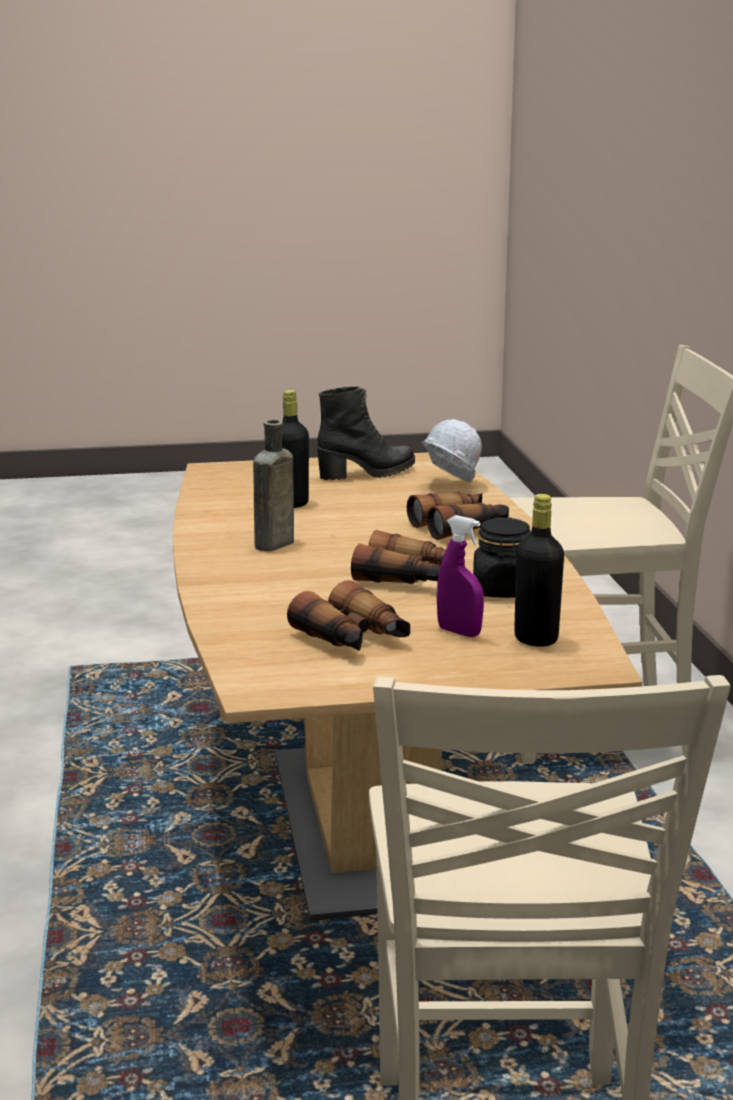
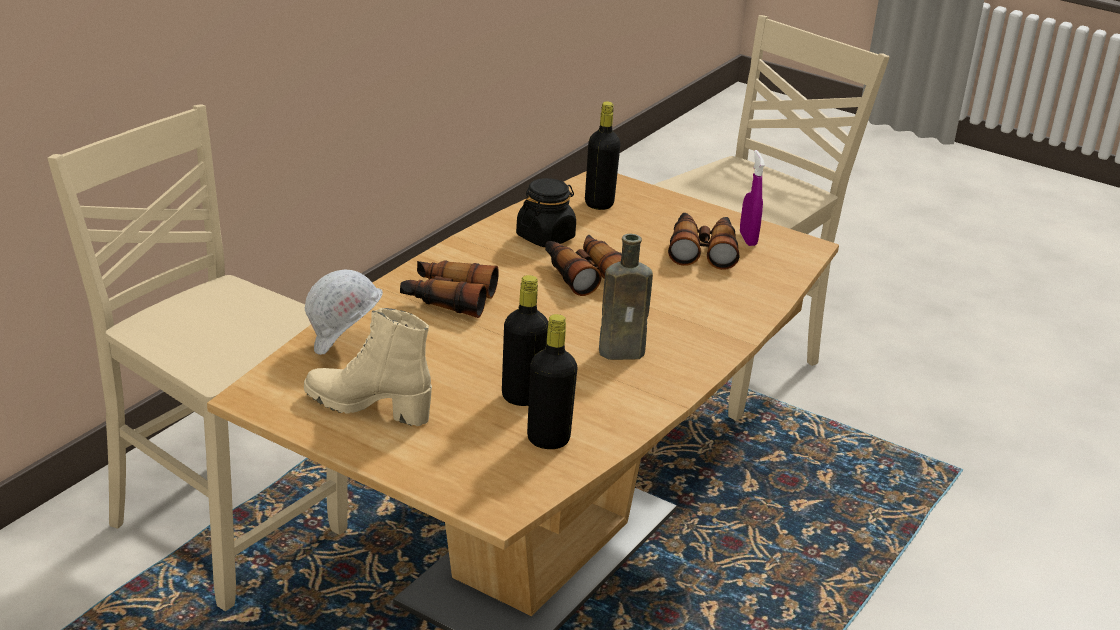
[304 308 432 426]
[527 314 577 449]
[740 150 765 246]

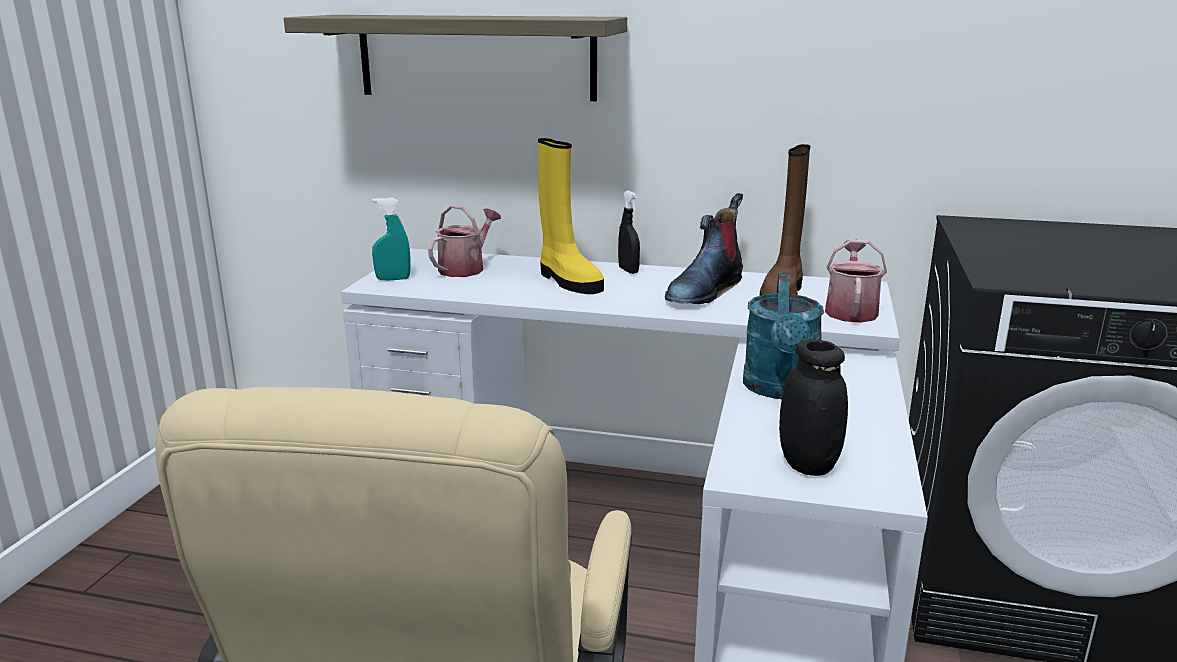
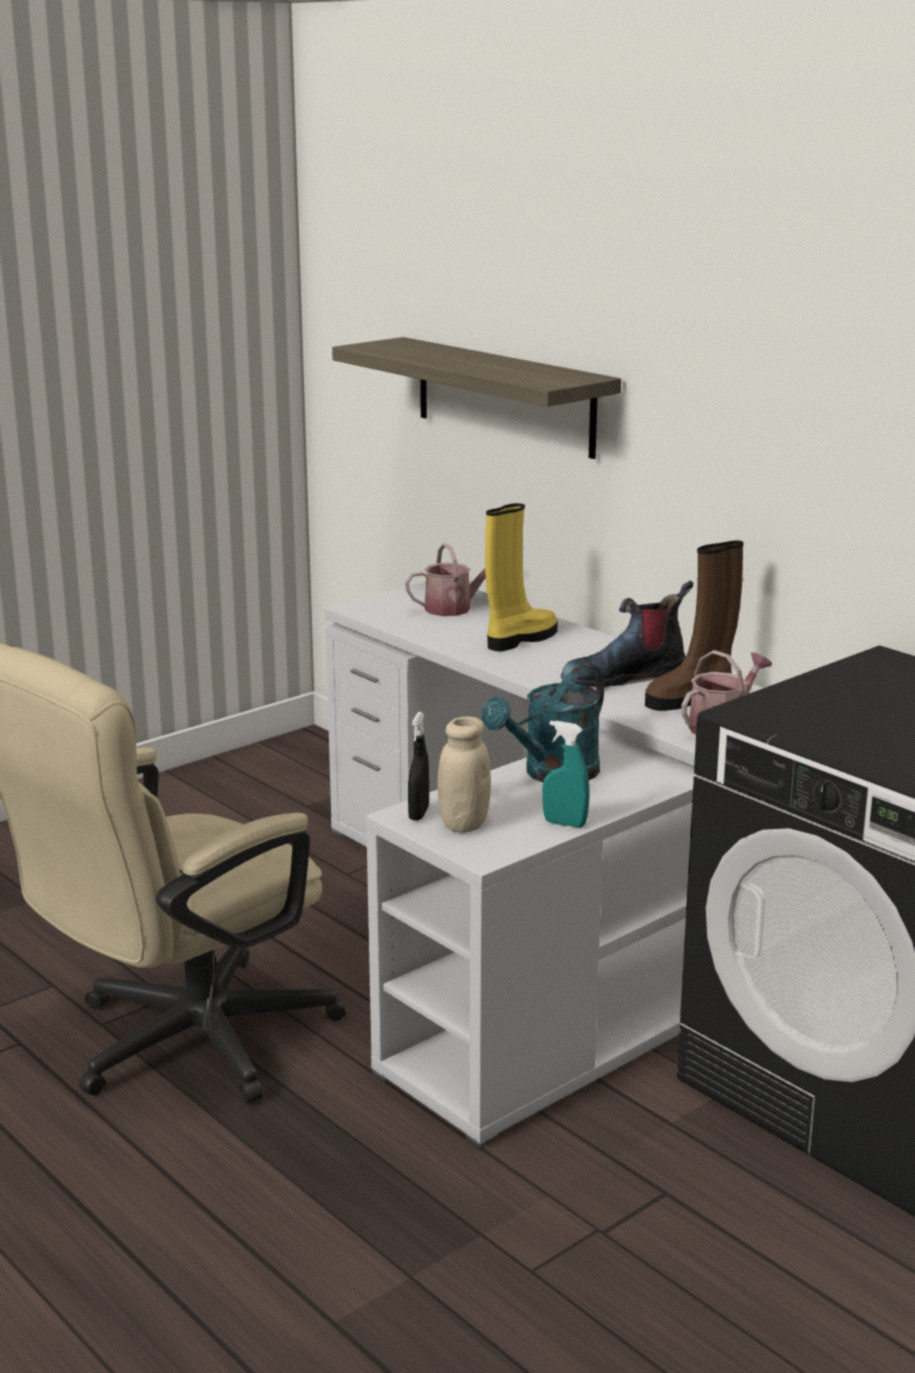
[408 712 429 820]
[437 716 491 833]
[485 503 558 651]
[543 721 590 828]

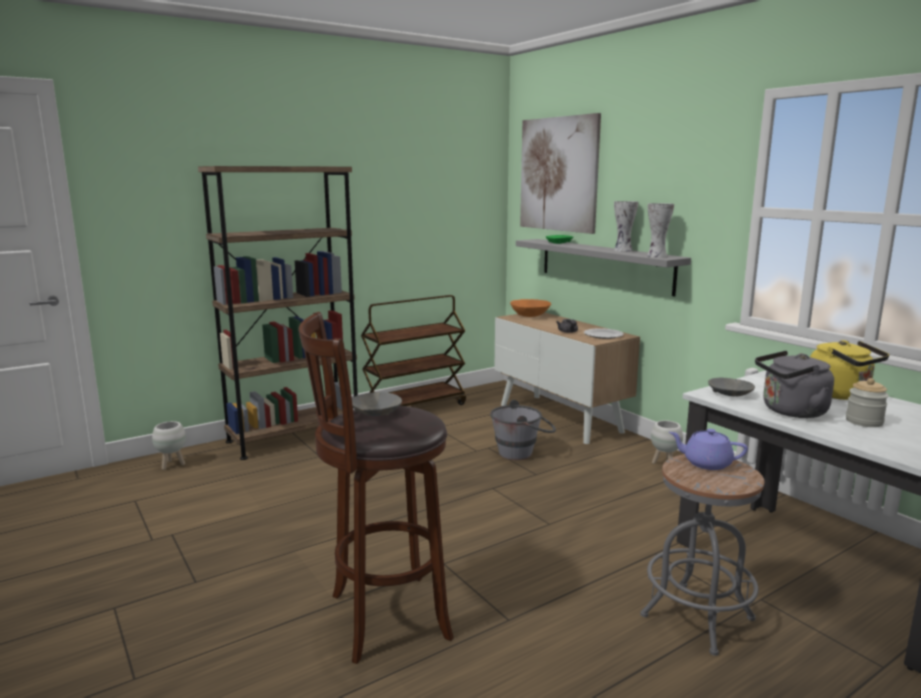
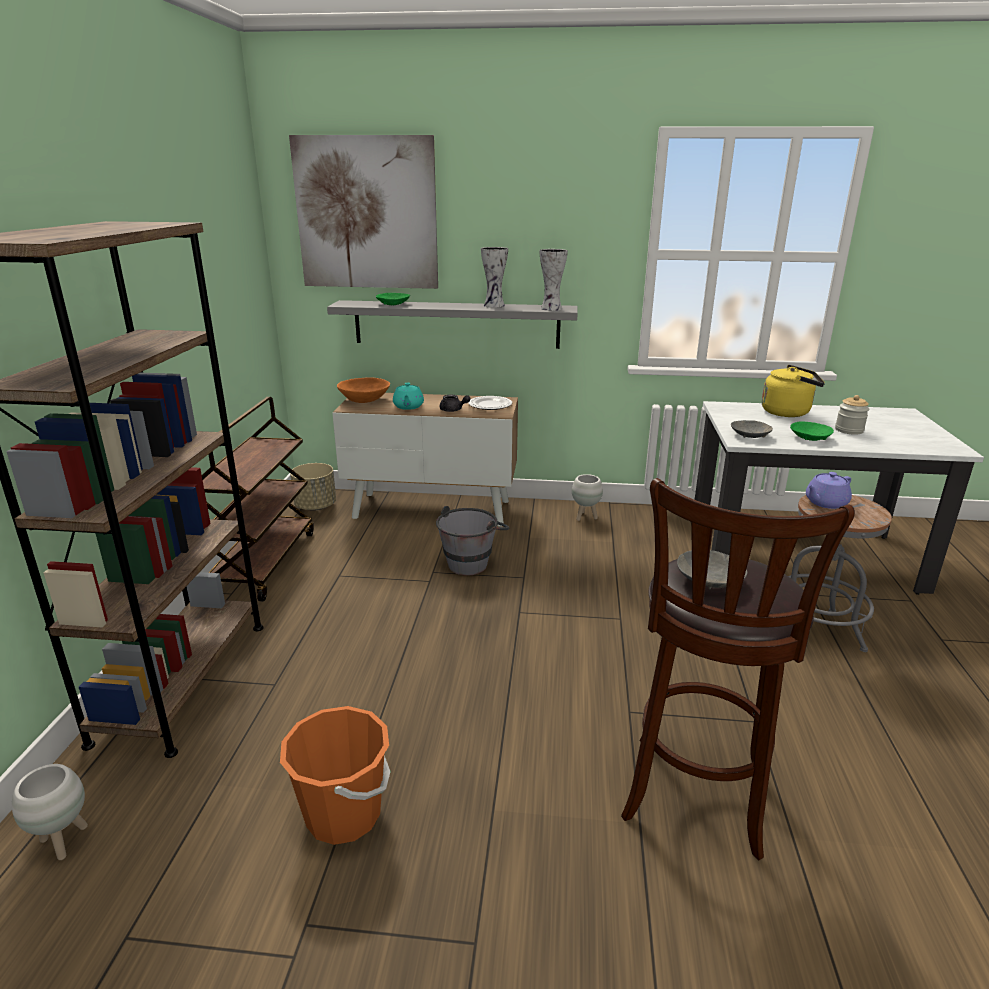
[280 706 391 845]
[290 463 336 511]
[393 383 424 410]
[790 422 834 441]

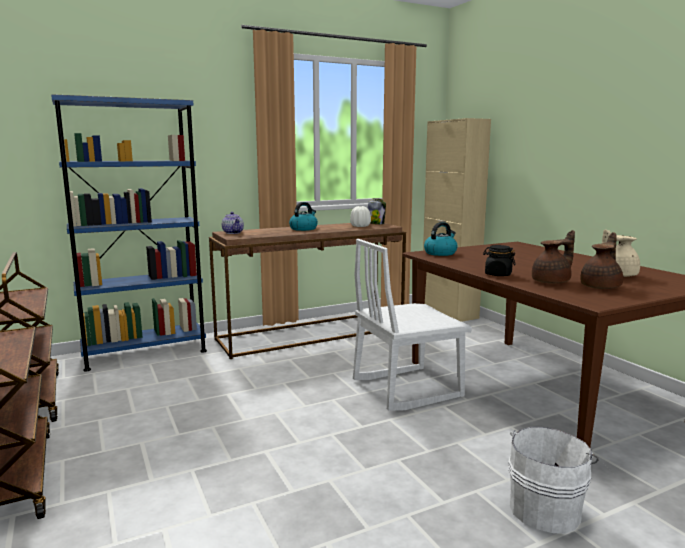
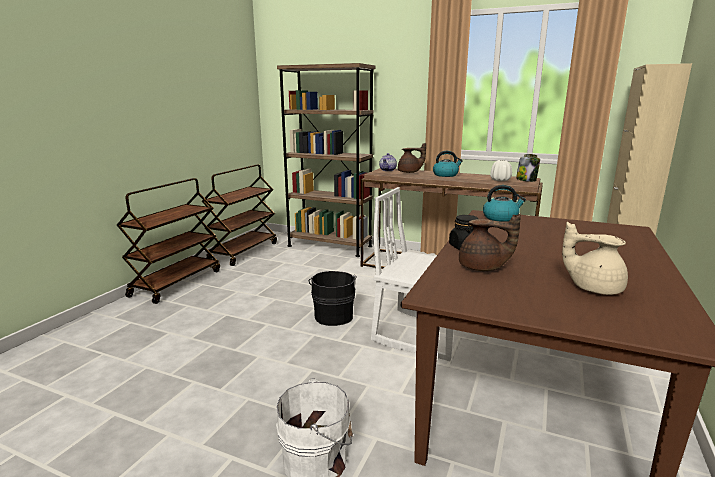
[277 63 375 257]
[309 271 357 326]
[398 143 426 173]

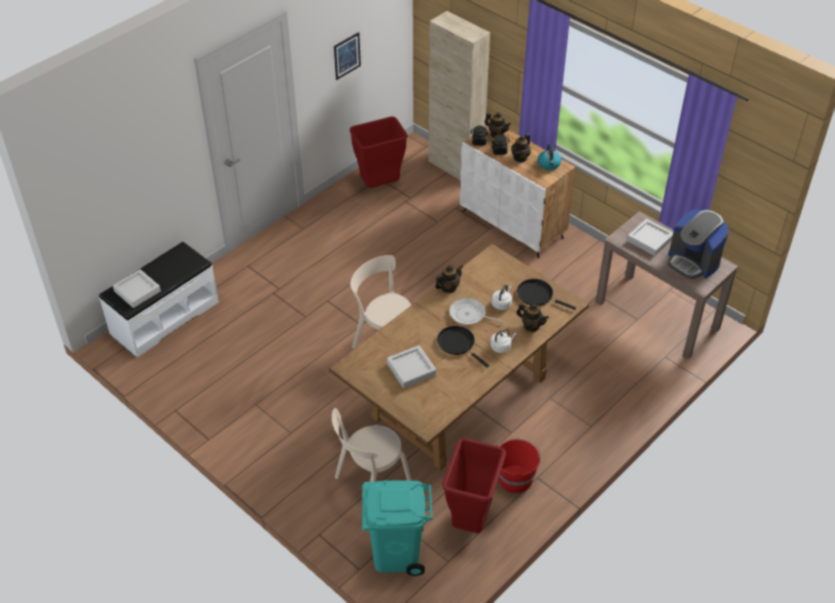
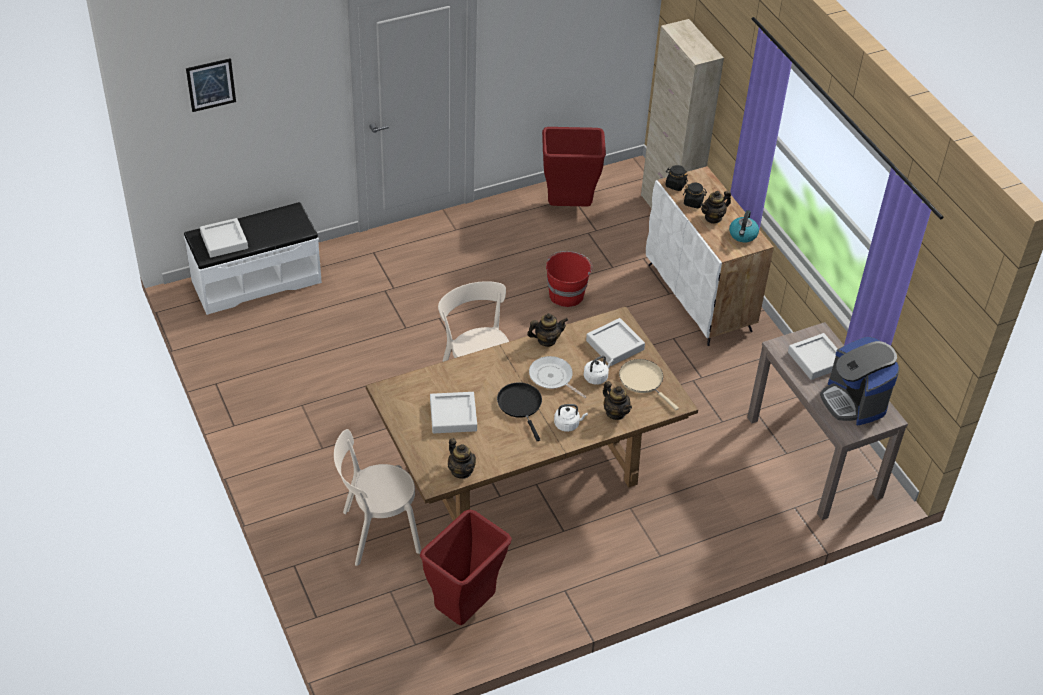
[186 58 236 112]
[448 438 476 479]
[546 251 593 307]
[586 318 645 366]
[619 359 679 410]
[362 480 433 576] (first image)

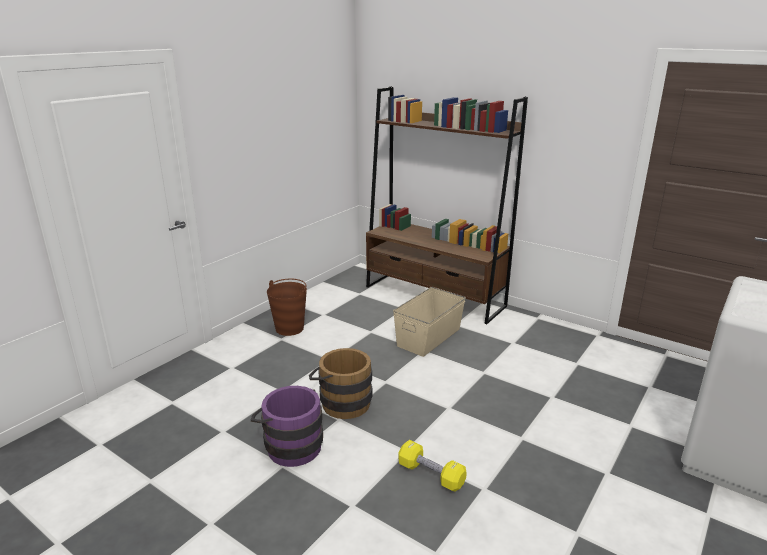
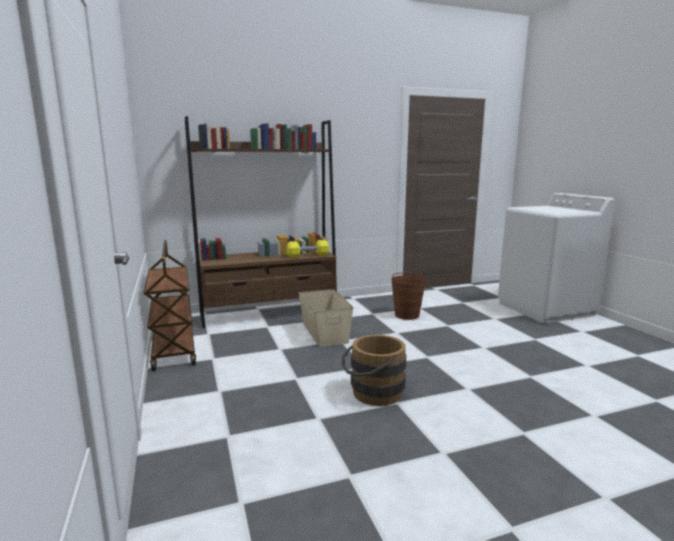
[143 240 196 371]
[287 240 329 258]
[391 272 426 320]
[250 386 323 467] (first image)

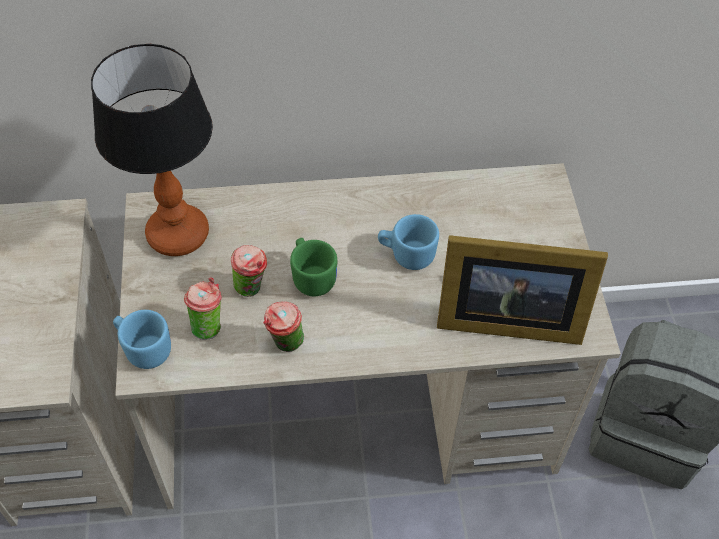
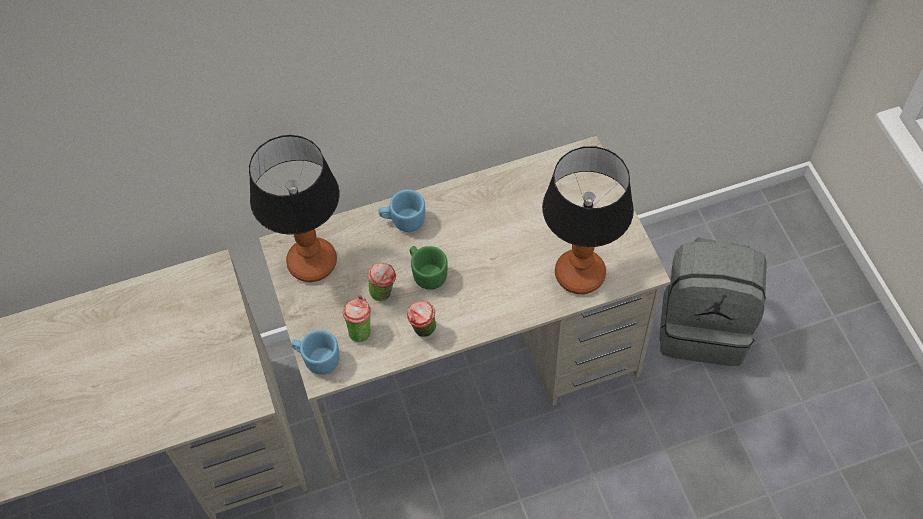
[379 190 425 232]
[542 146 634 294]

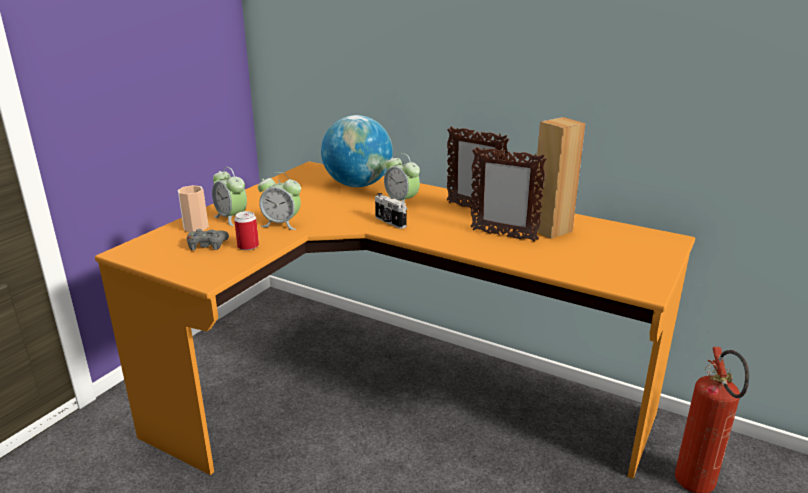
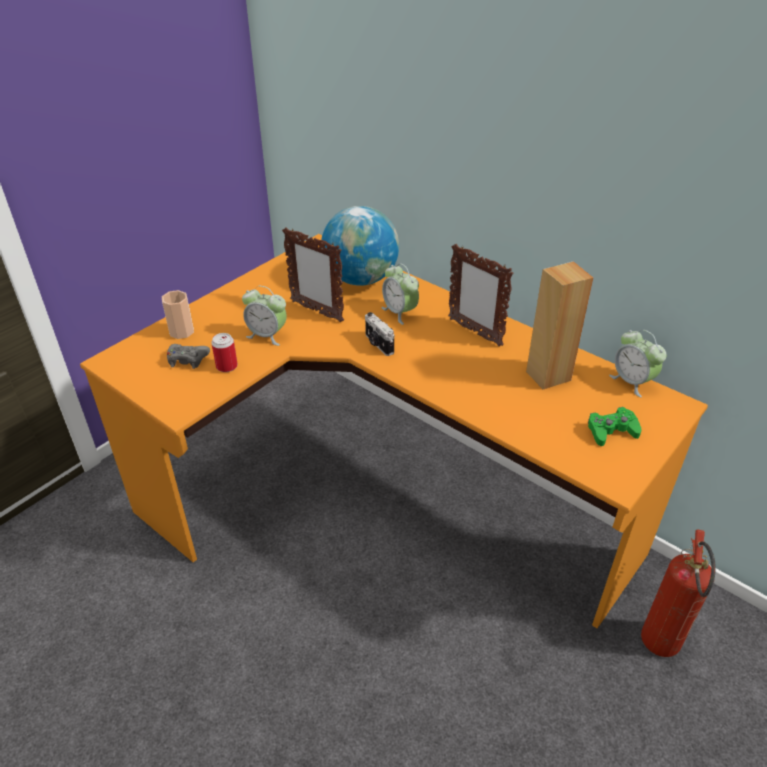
[282 227 344 322]
[588 407 641 446]
[609 330 667 397]

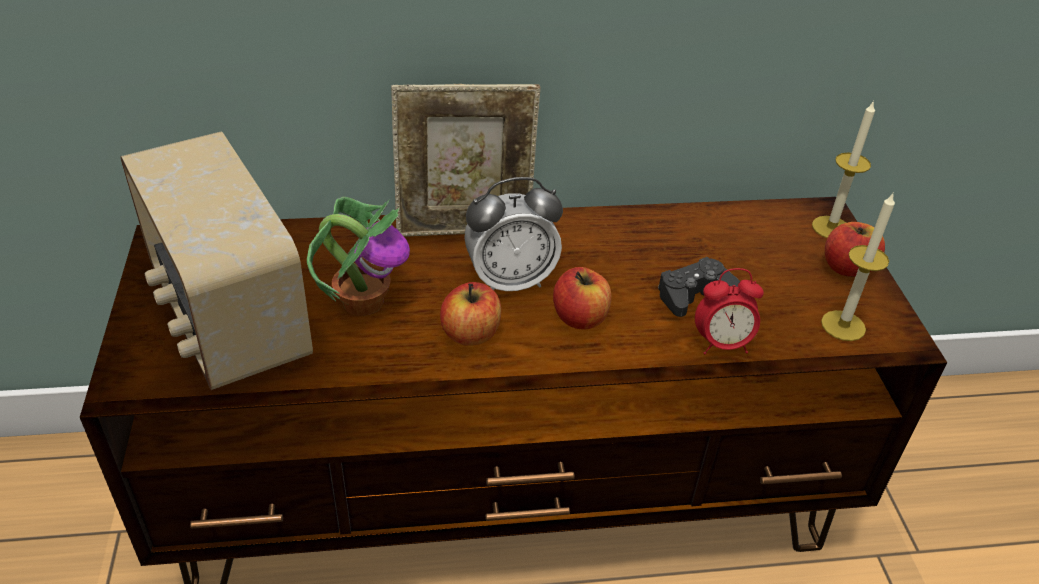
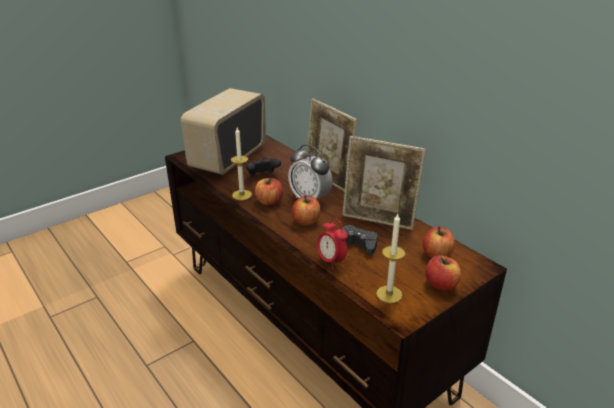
[231 127 252 200]
[246 158 281 176]
[343 136 426 230]
[423 227 454 258]

